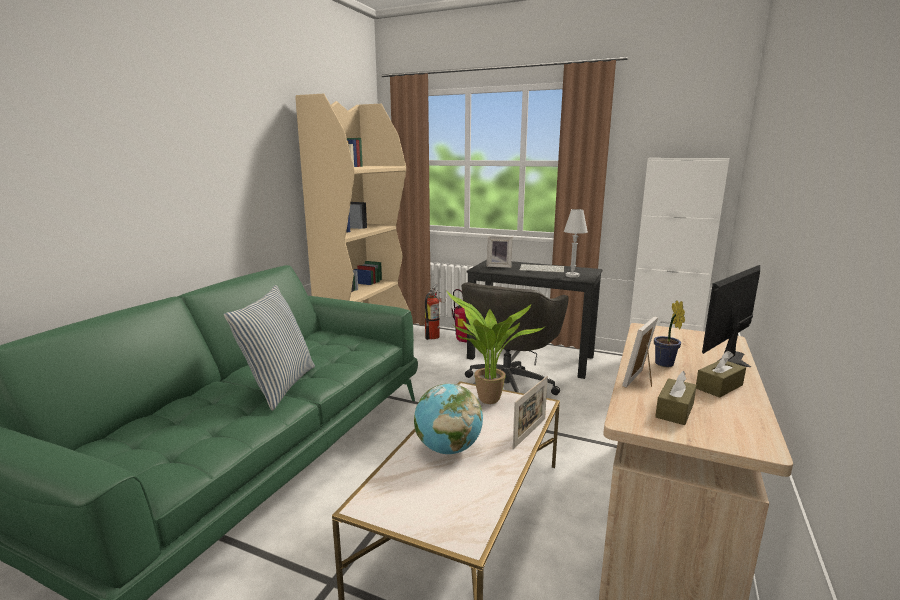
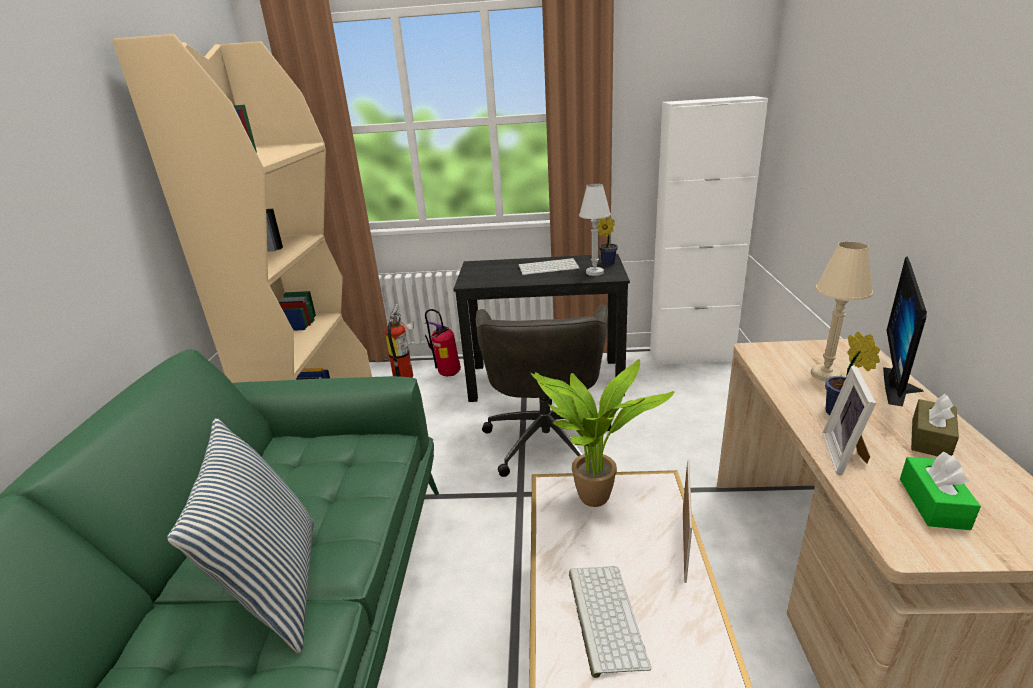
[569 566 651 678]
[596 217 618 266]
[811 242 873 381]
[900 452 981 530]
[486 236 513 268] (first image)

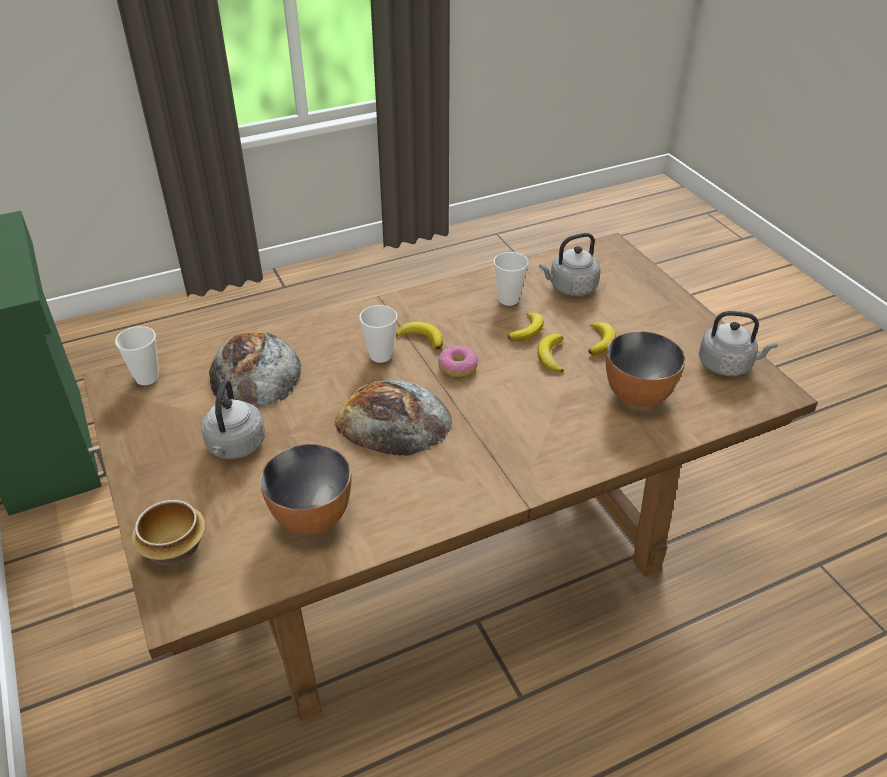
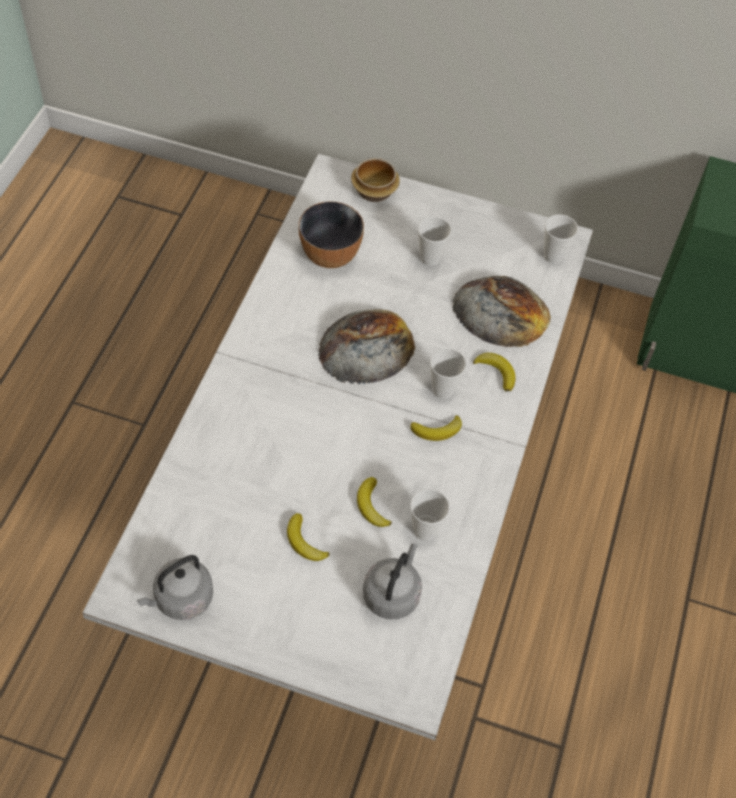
[82 154 593 740]
[418 217 451 266]
[473 353 516 391]
[438 346 478 377] (first image)
[606 331 685 407] (first image)

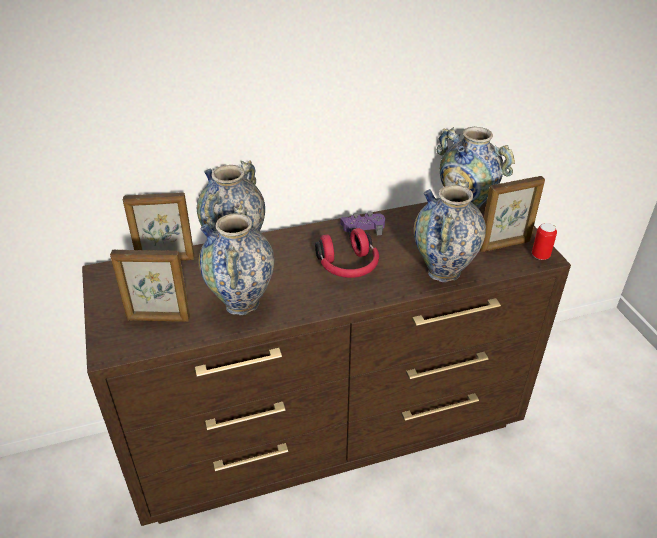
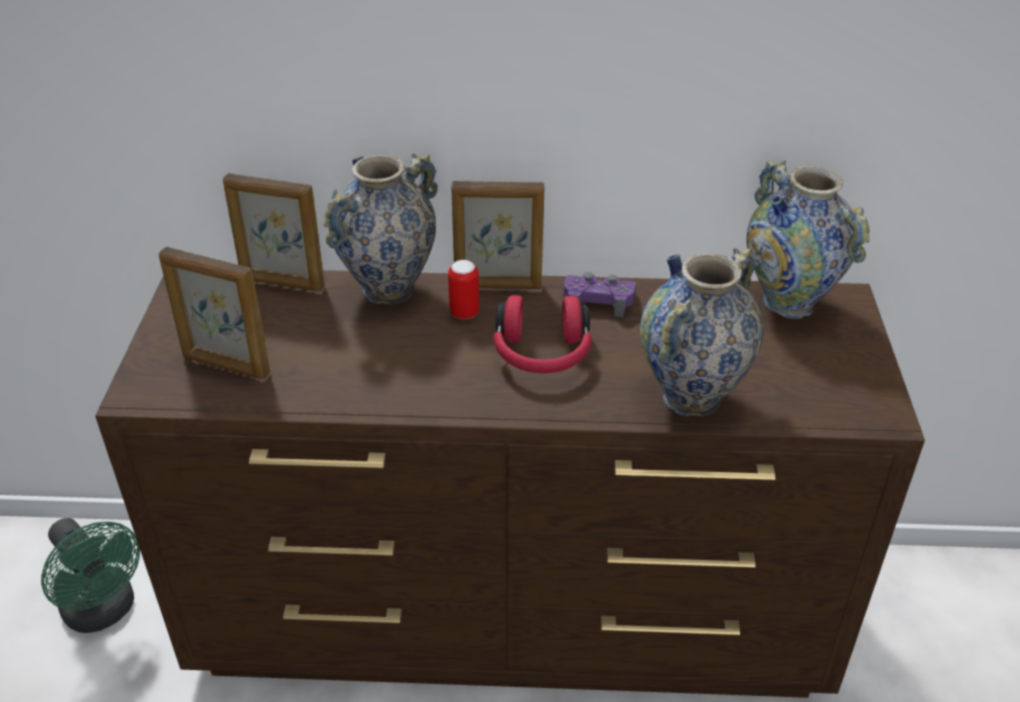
[41 518 140 633]
[448 260 479 319]
[451 181 544 289]
[199 204 274 315] (first image)

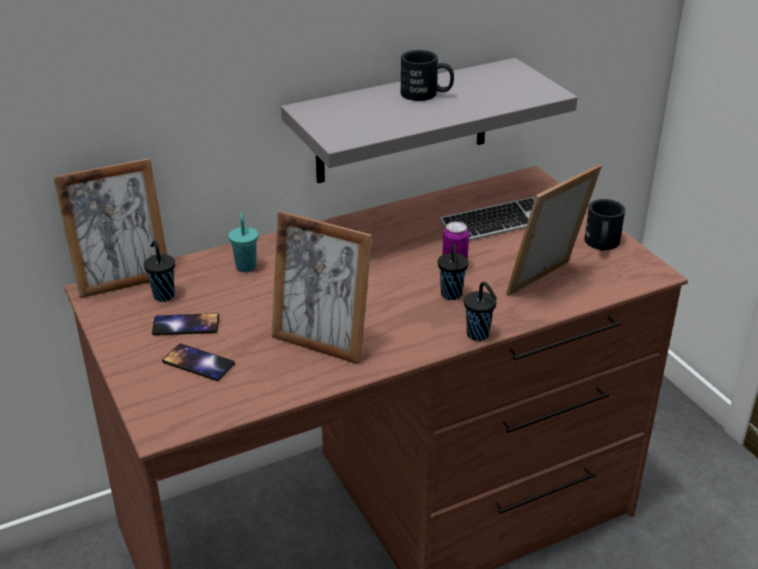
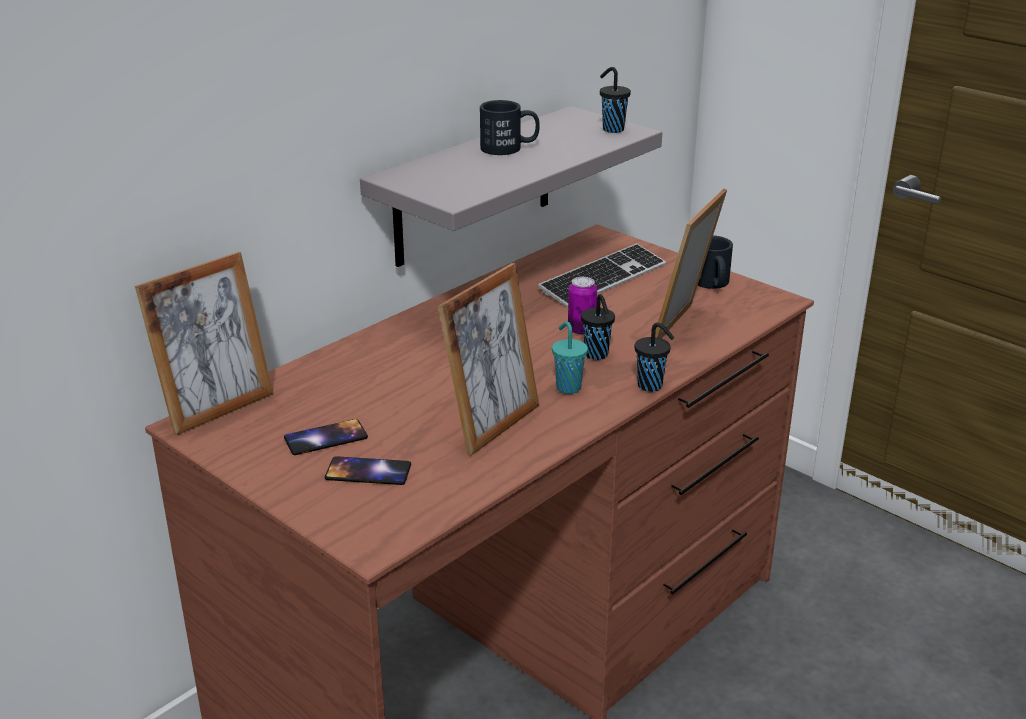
[438 263 539 456]
[552 322 588 394]
[600 67 631 133]

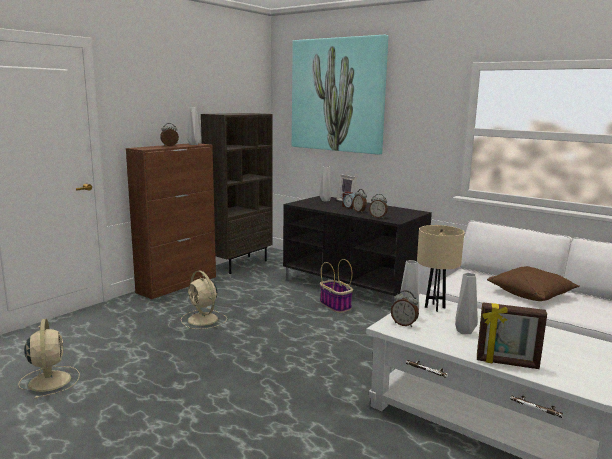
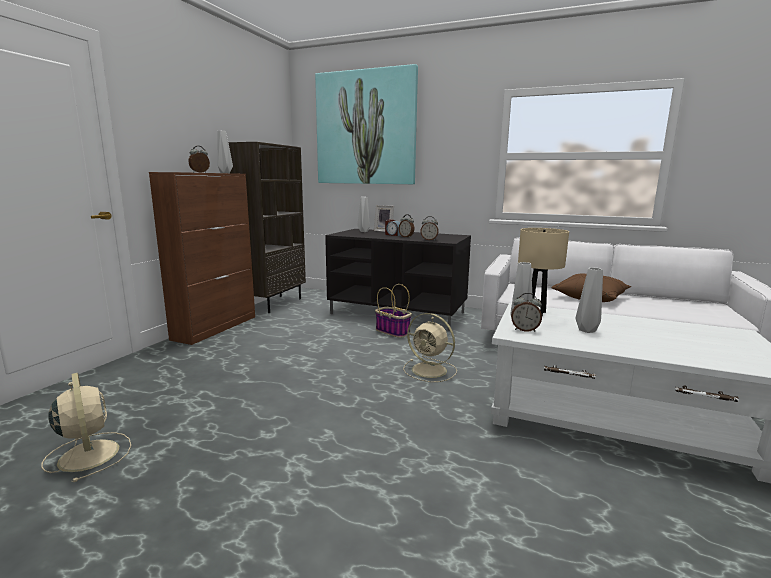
[403 313 457 382]
[477 302 547 369] (first image)

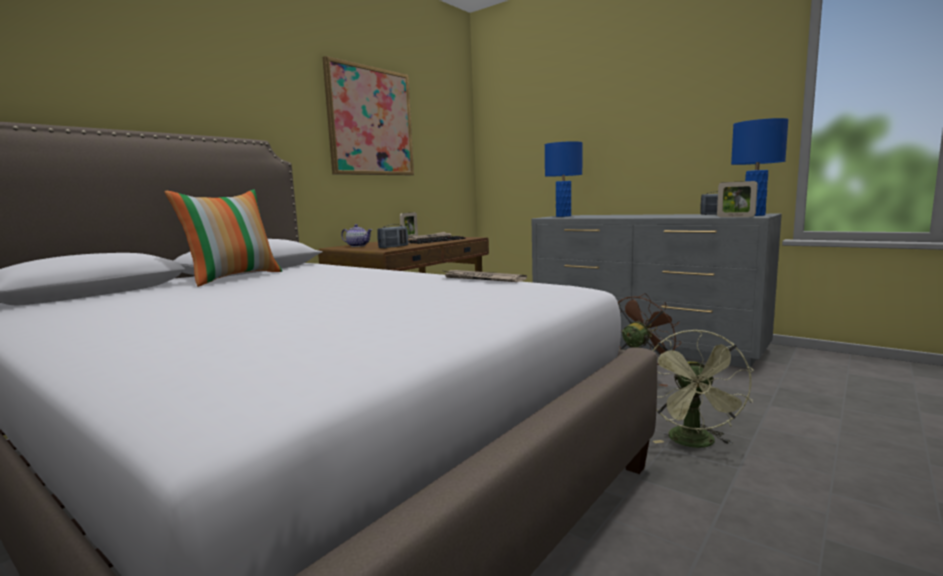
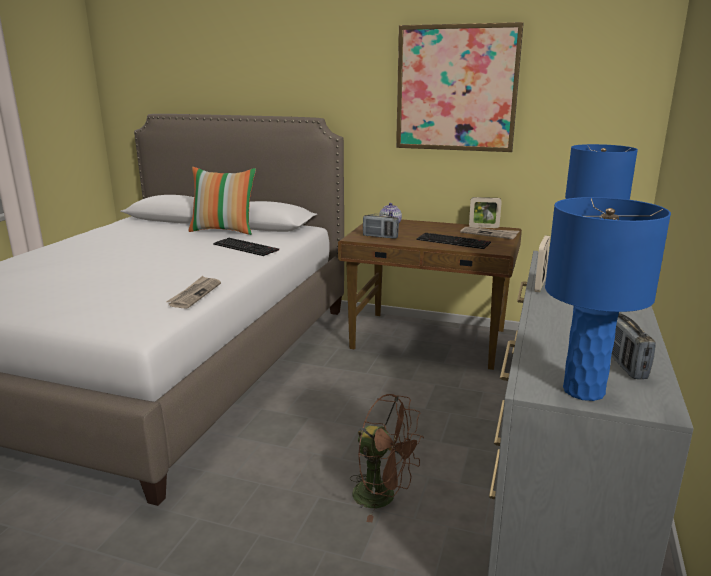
[213 238 279 256]
[534 235 550 292]
[652 329 754 448] (first image)

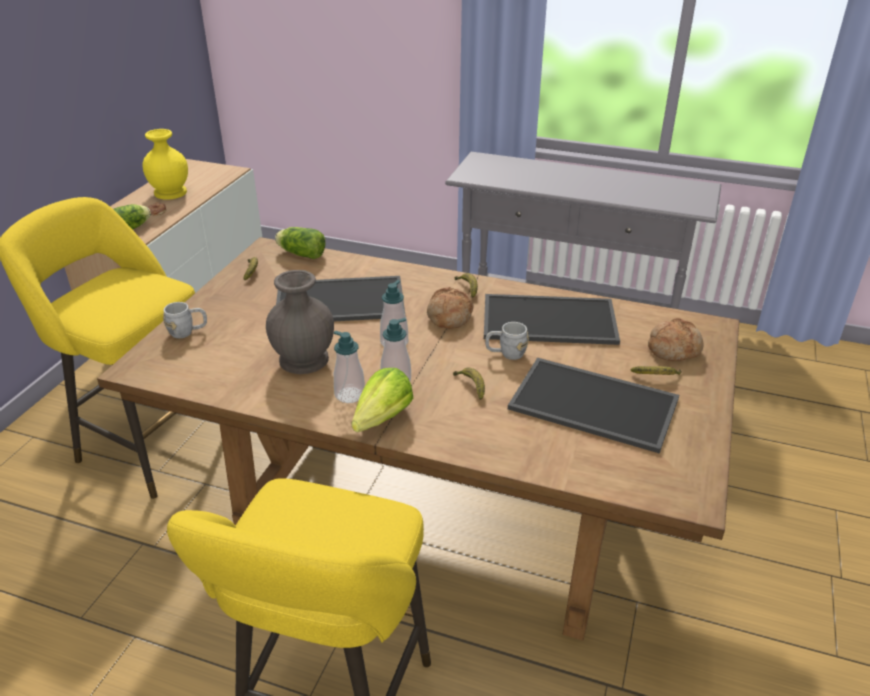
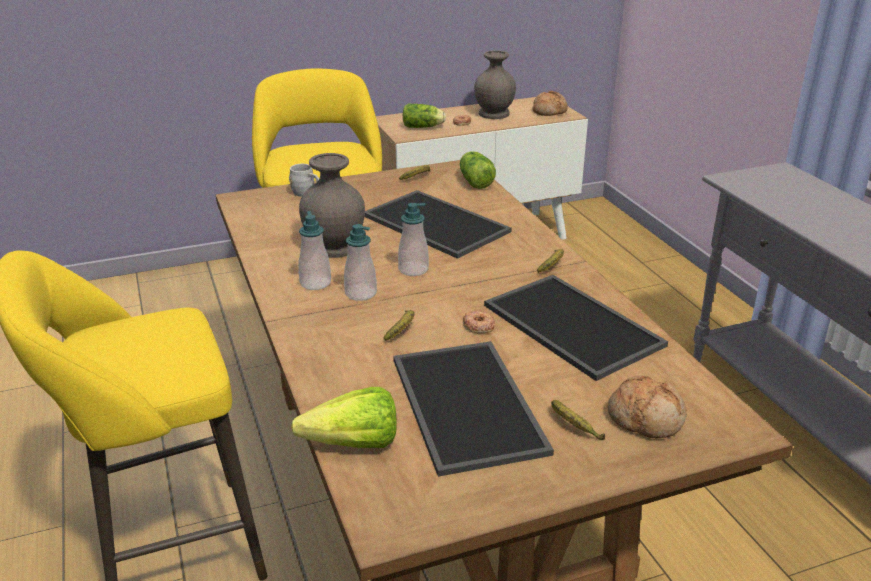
[291 387 397 448]
[463 310 495 333]
[474 50 516 119]
[533 91 568 116]

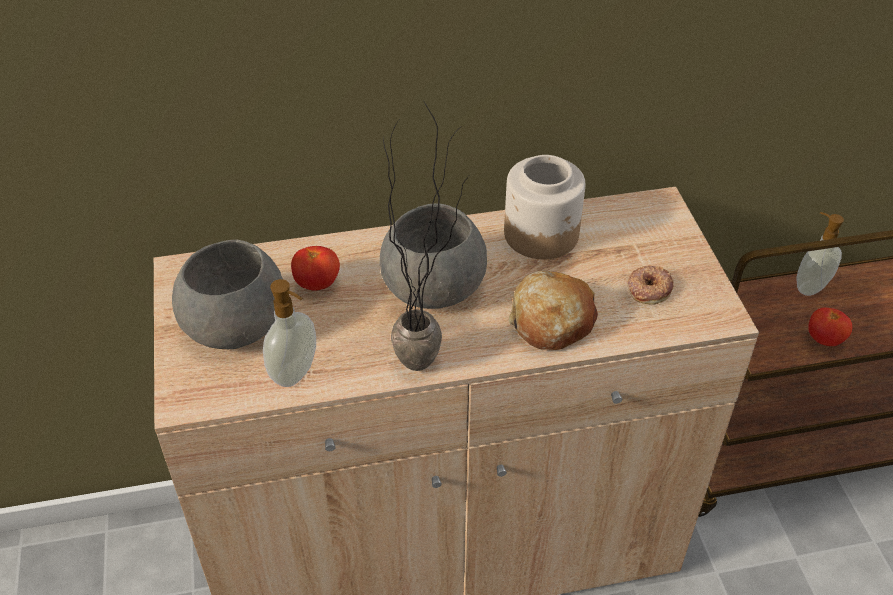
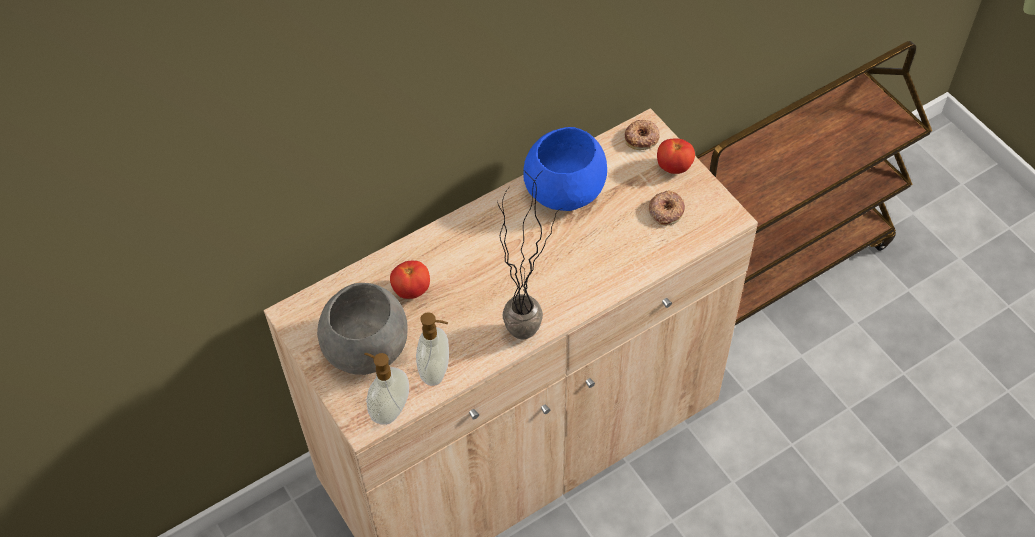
[364 352 409 425]
[523 127 607 211]
[625 120 660 150]
[657 138 695 174]
[380 203 487 309] (first image)
[509 271 598 350] (first image)

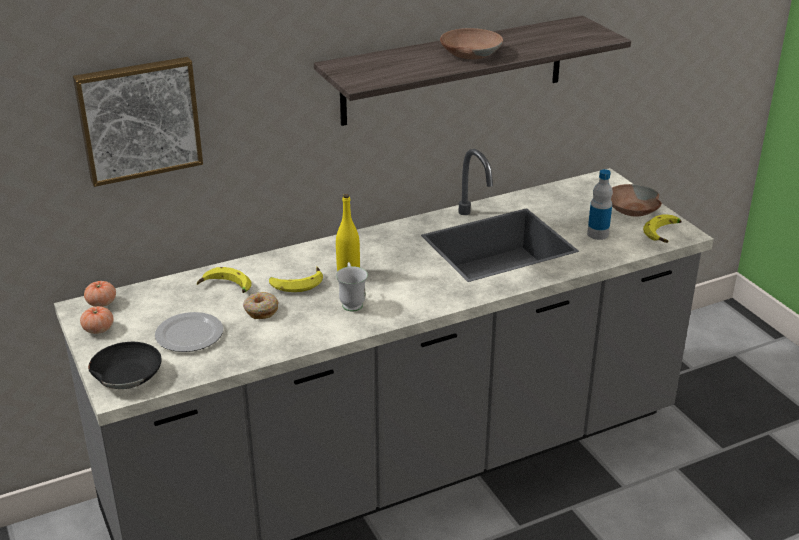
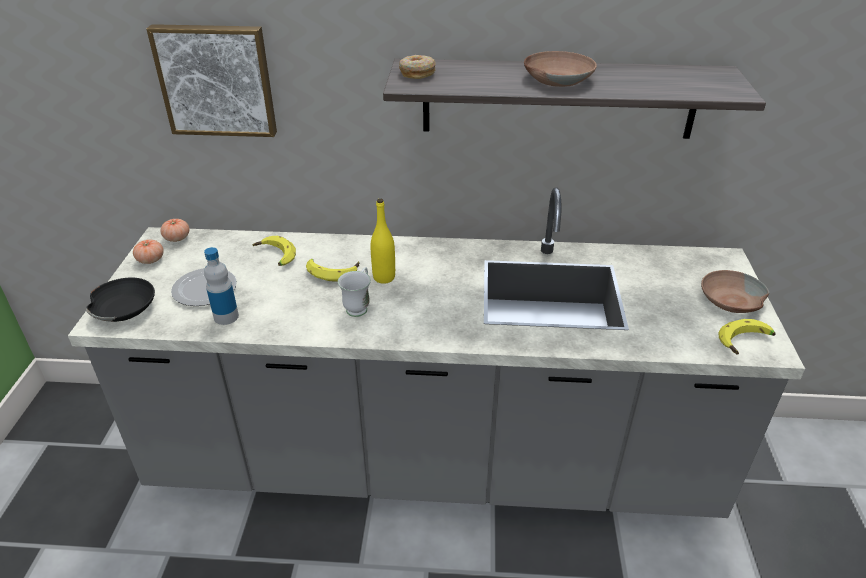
[204 247 239 325]
[399 55 436 79]

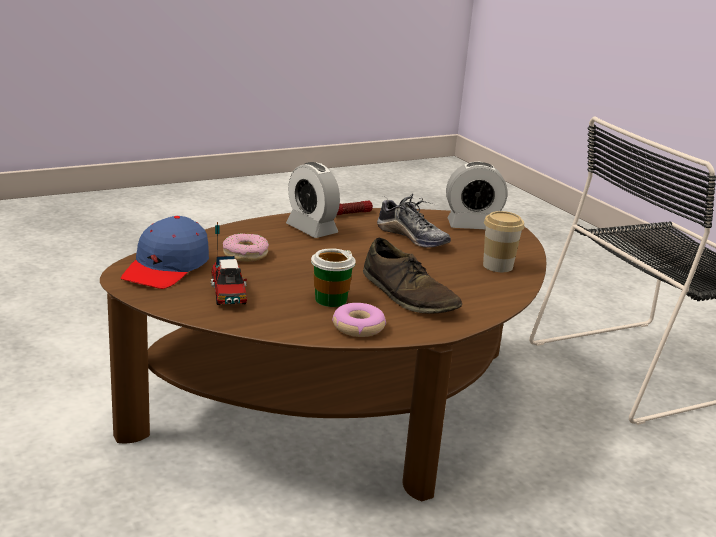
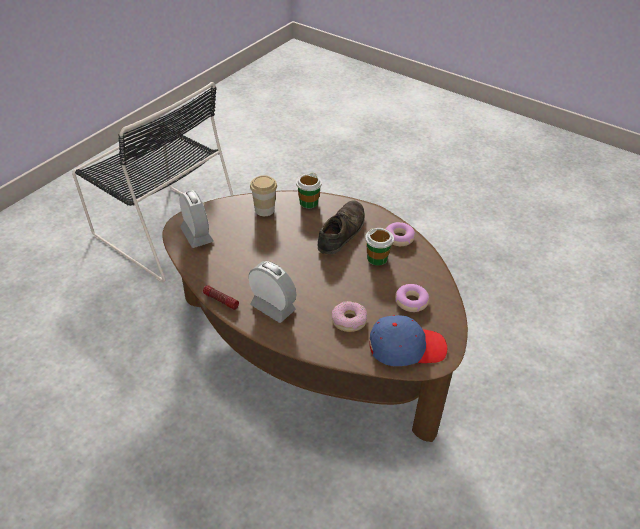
[249 261 296 323]
[296 173 322 208]
[395 284 429 312]
[377 194 451 248] (first image)

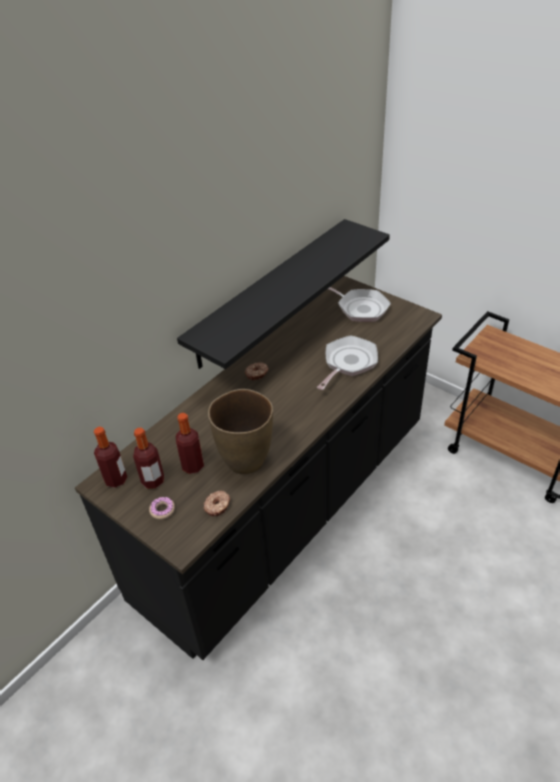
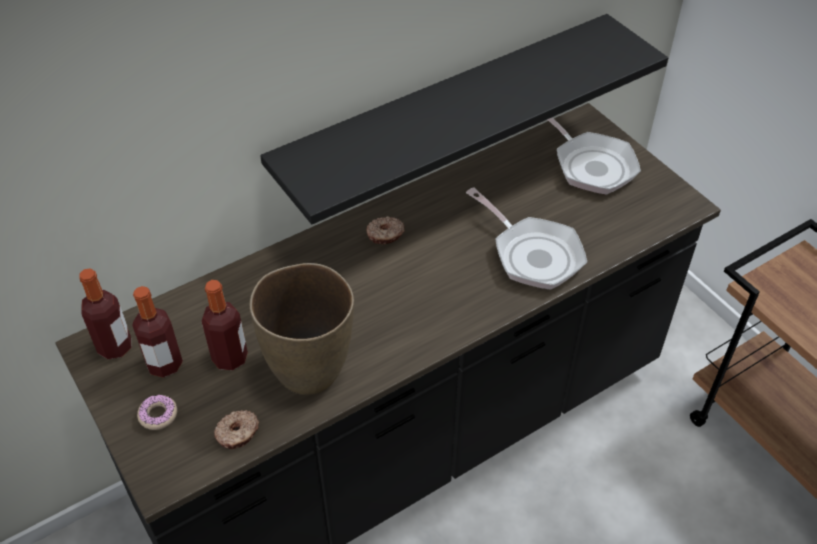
[466 187 587 290]

